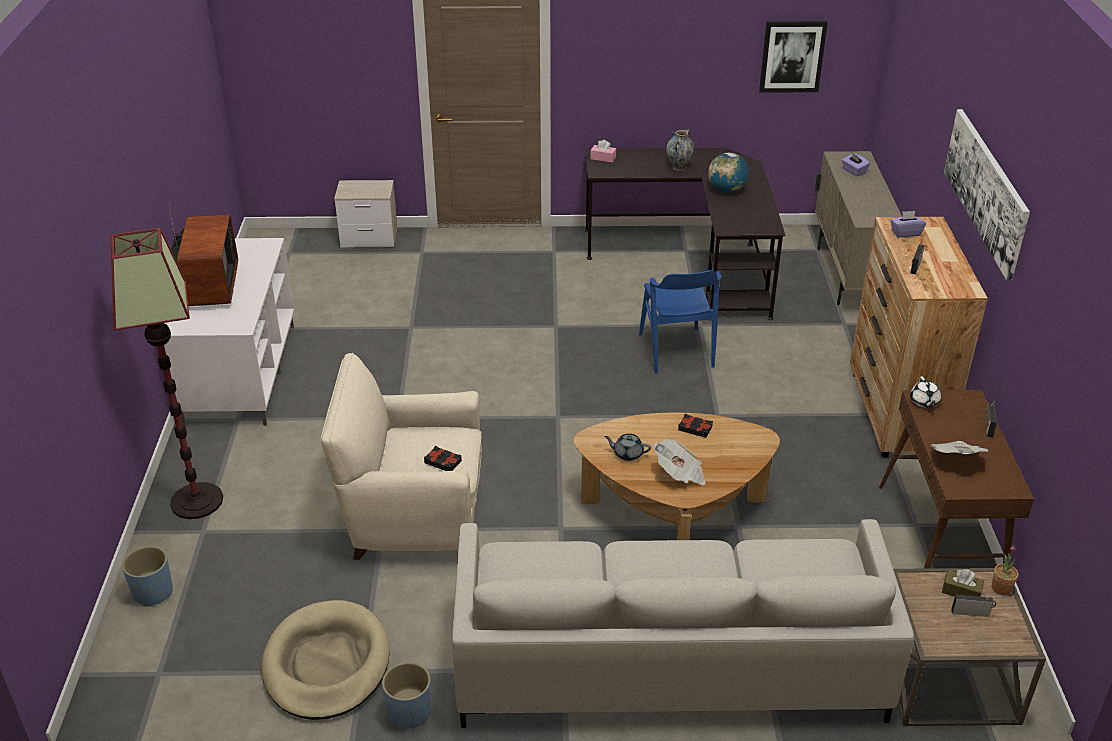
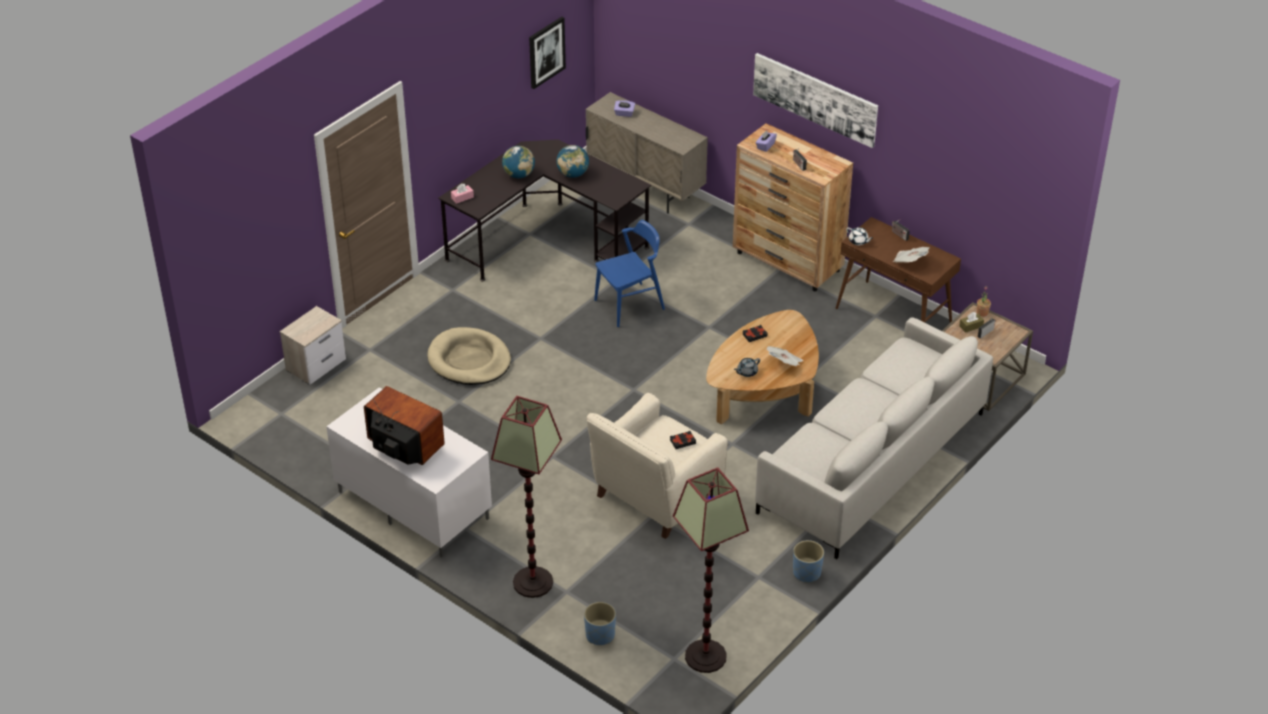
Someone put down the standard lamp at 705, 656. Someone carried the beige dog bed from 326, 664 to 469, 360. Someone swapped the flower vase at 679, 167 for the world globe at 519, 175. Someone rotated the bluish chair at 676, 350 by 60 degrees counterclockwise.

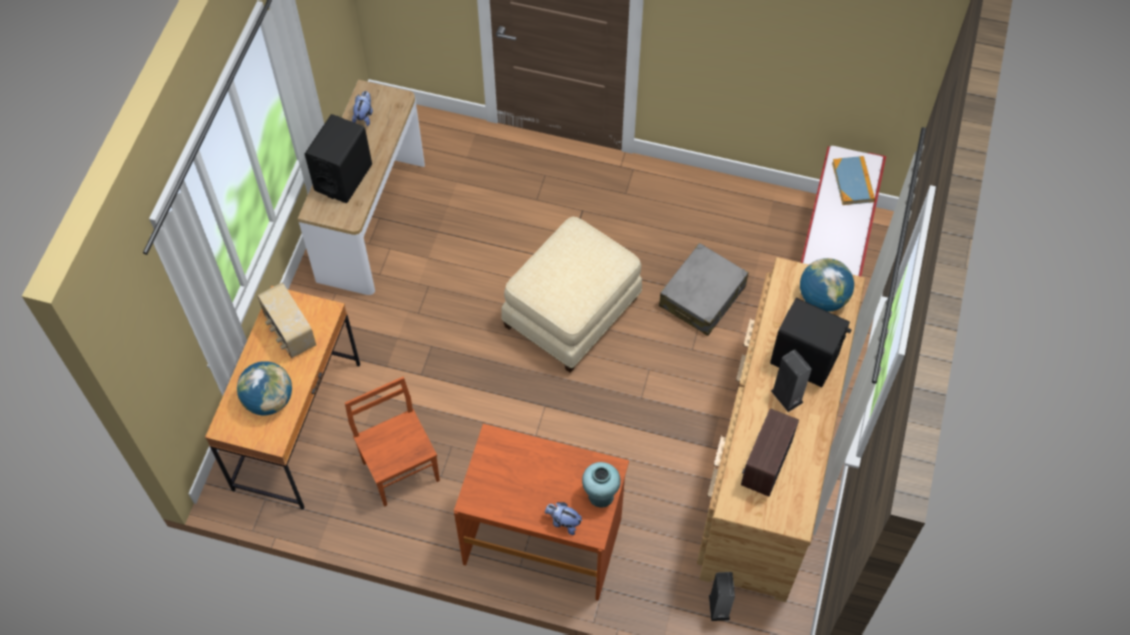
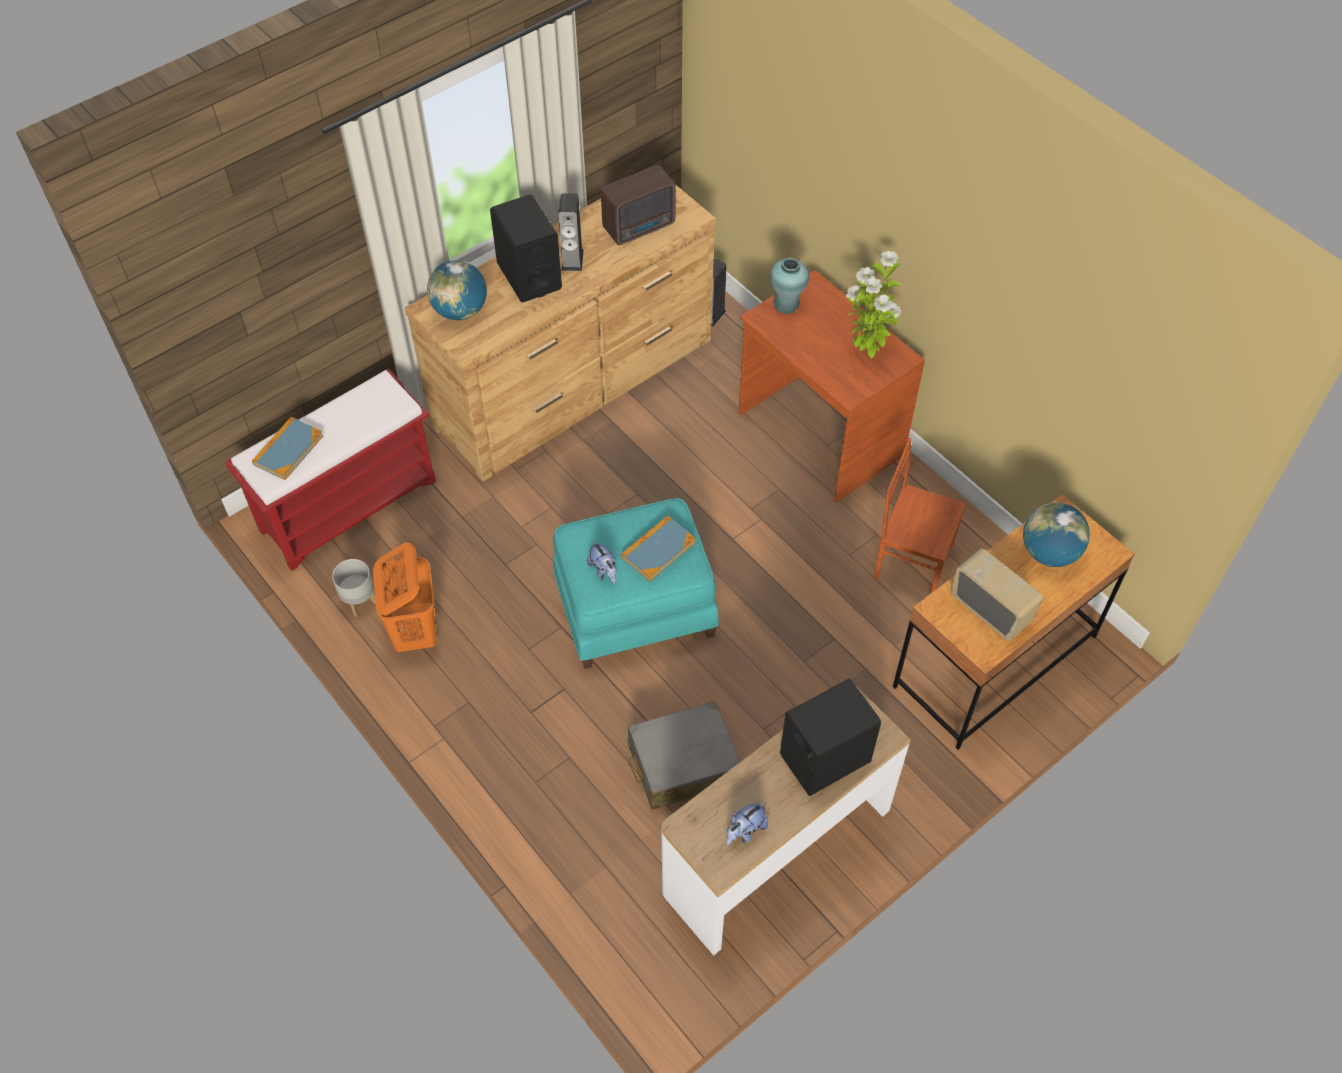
Someone put down the greyish plant pot at 359, 600. Someone put down the orange laundry basket at 415, 631. Someone put down the bound book at 658, 550. Someone put down the potted plant at 867, 351. Someone carried the plush toy from 563, 522 to 604, 571. Someone carried the greyish suitcase from 702, 296 to 683, 763. Someone repainted the beige ottoman at 573, 314, which became the turquoise ottoman at 635, 607. Someone rotated the radio set at 290, 332 by 45 degrees counterclockwise. Someone rotated the brownish chair at 401, 470 by 105 degrees clockwise.

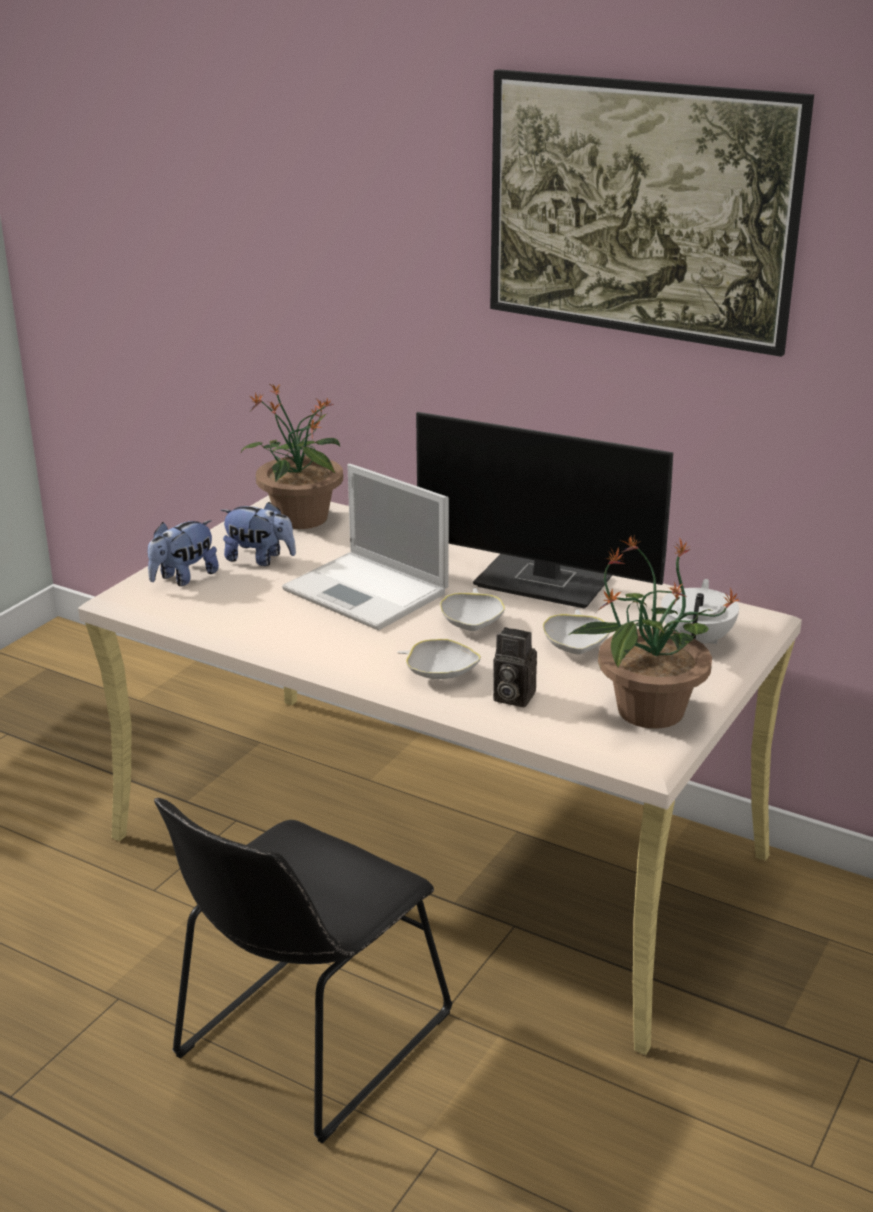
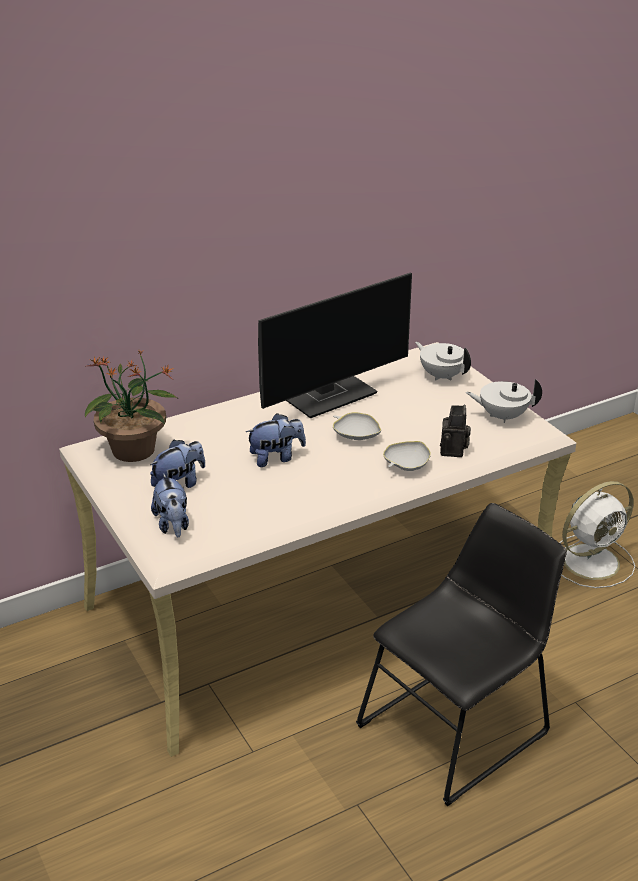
Someone took away the picture at 636, 271. Someone took away the white-coloured bowl at 575, 646. Someone put down the white-coloured electric fan at 593, 561. Someone swapped the notebook computer at 368, 592 for the plush toy at 276, 458. Someone swapped the potted plant at 648, 710 for the white-coloured teapot at 502, 416. Someone rotated the black chair at 306, 1041 by 105 degrees counterclockwise. Someone rotated the photo camera at 511, 697 by 45 degrees counterclockwise.

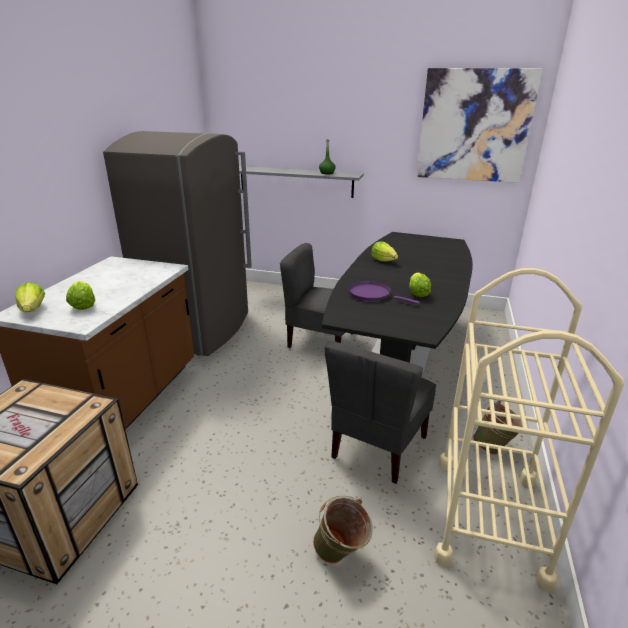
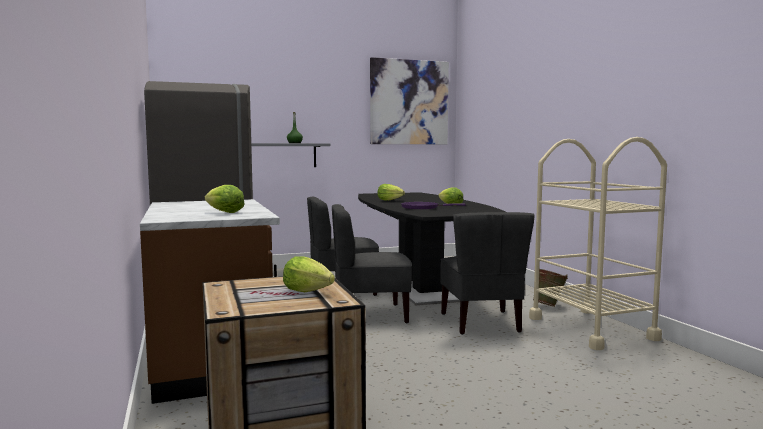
Someone took away the green water bucket at 341, 555. Someone put down the greyish chair at 370, 315. Someone carried the head of lettuce from 33, 310 to 307, 291.

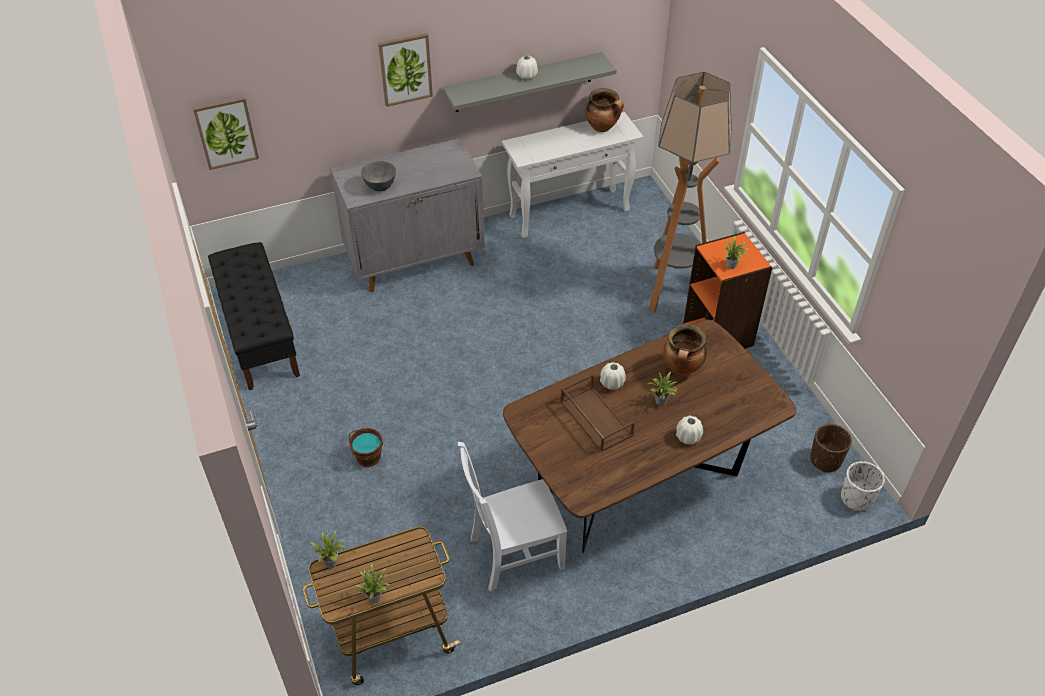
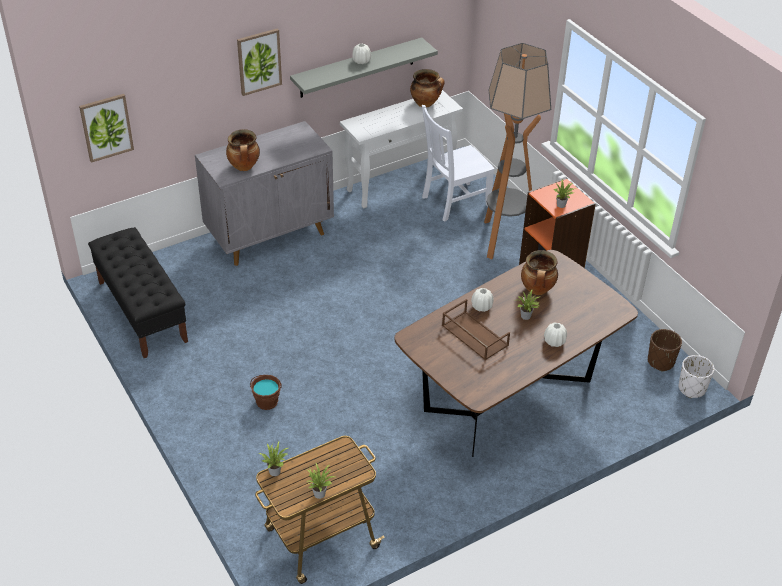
Someone carried the white-coloured chair from 513, 554 to 453, 202. Someone swapped the greyish bowl at 380, 187 for the stockpot at 244, 167.

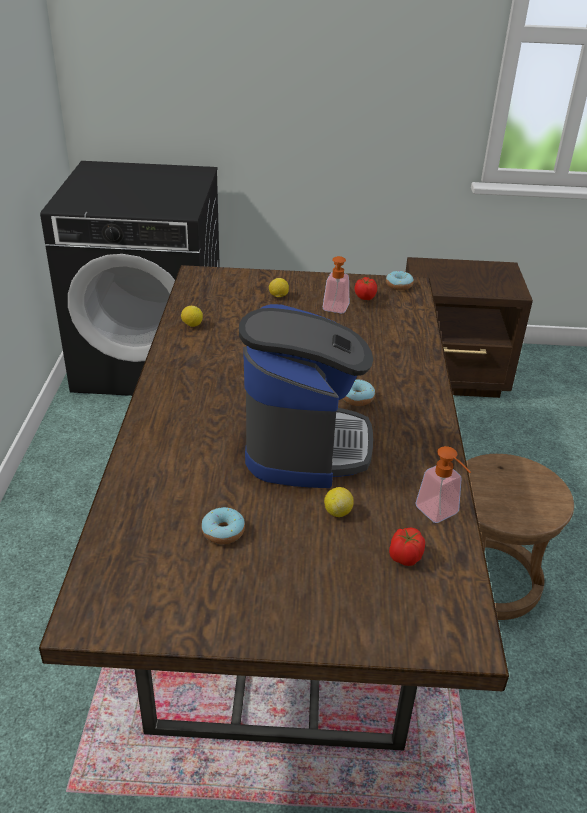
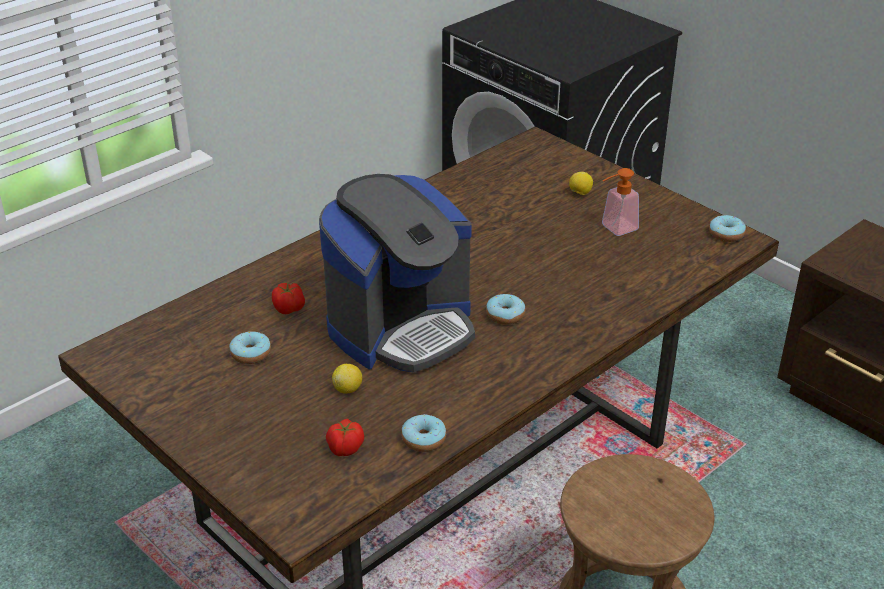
Someone took away the citrus fruit at 192, 325. Someone carried the whole tomato from 365, 297 to 289, 309. Someone swapped the soap dispenser at 441, 514 for the doughnut at 423, 439.

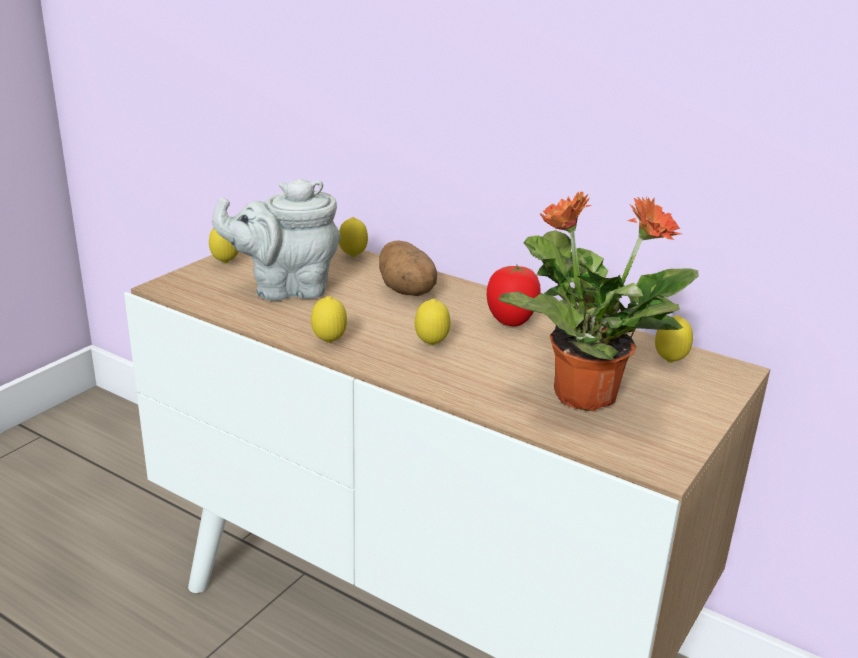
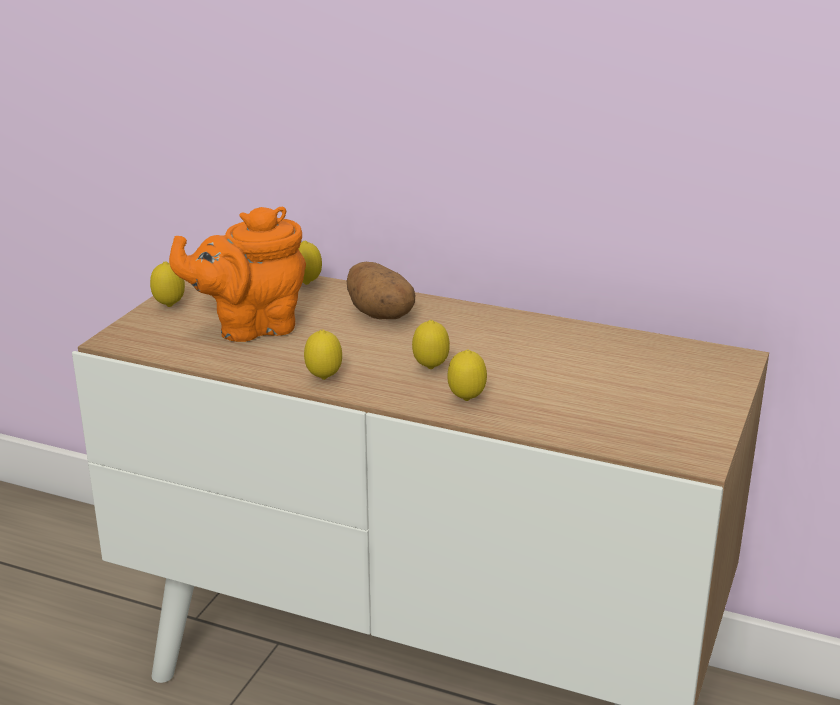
Someone took away the whole tomato at 511, 322. Someone took away the potted plant at 582, 394. Someone carried the citrus fruit from 670, 362 to 466, 400. Someone repainted the greyish teapot at 286, 289, which became the orange teapot at 250, 327.

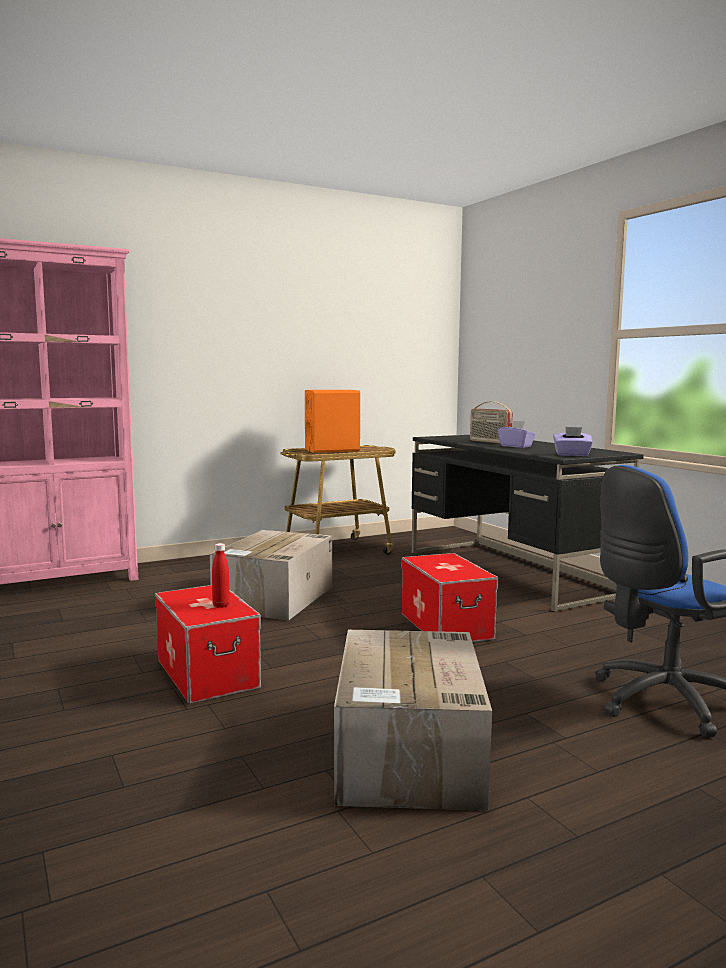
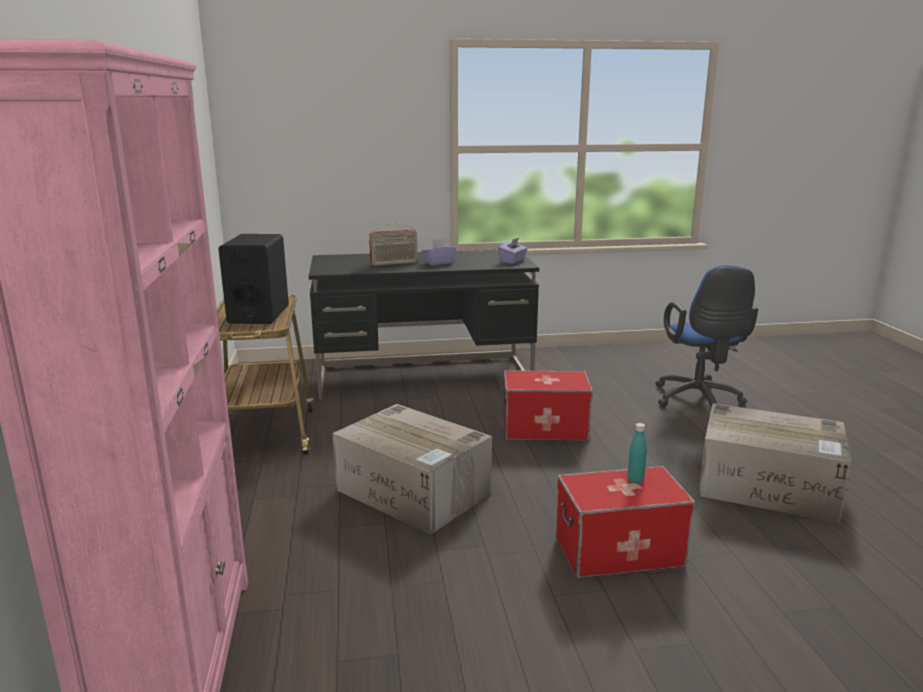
Someone repainted the red-coloured bottle at 221, 605, which became the turquoise bottle at 635, 480. Someone repainted the orange loudspeaker at 332, 450, which became the black loudspeaker at 259, 314.

